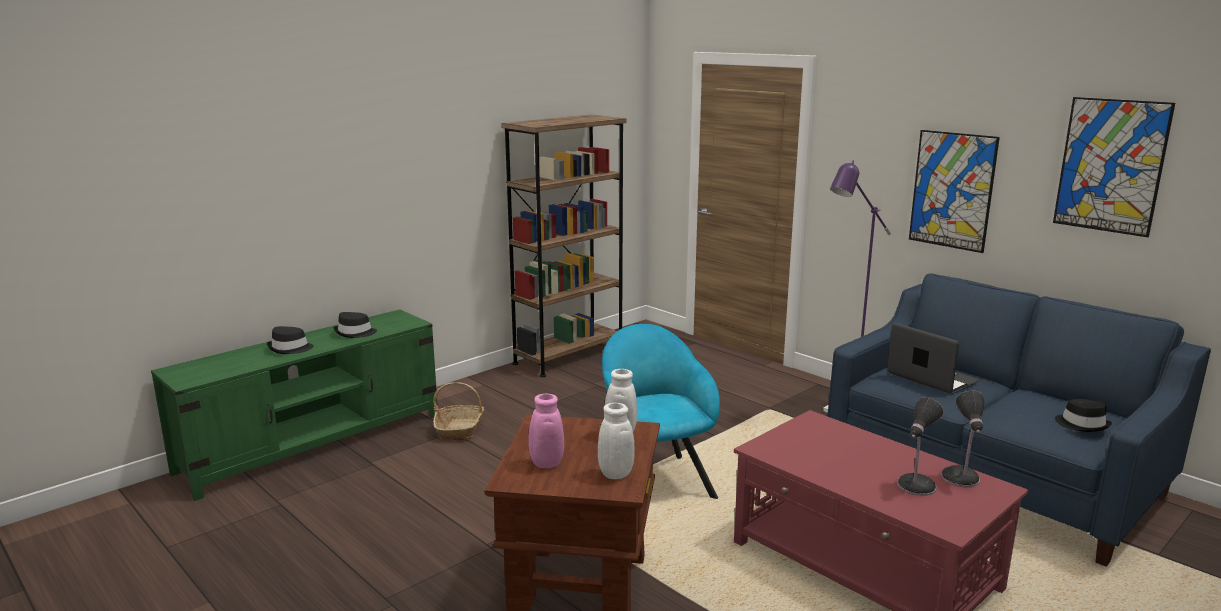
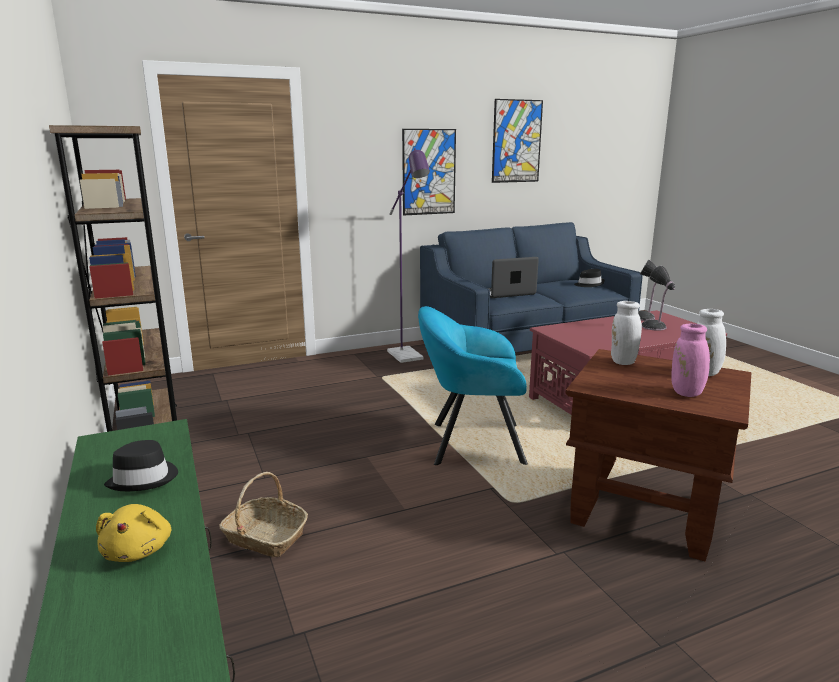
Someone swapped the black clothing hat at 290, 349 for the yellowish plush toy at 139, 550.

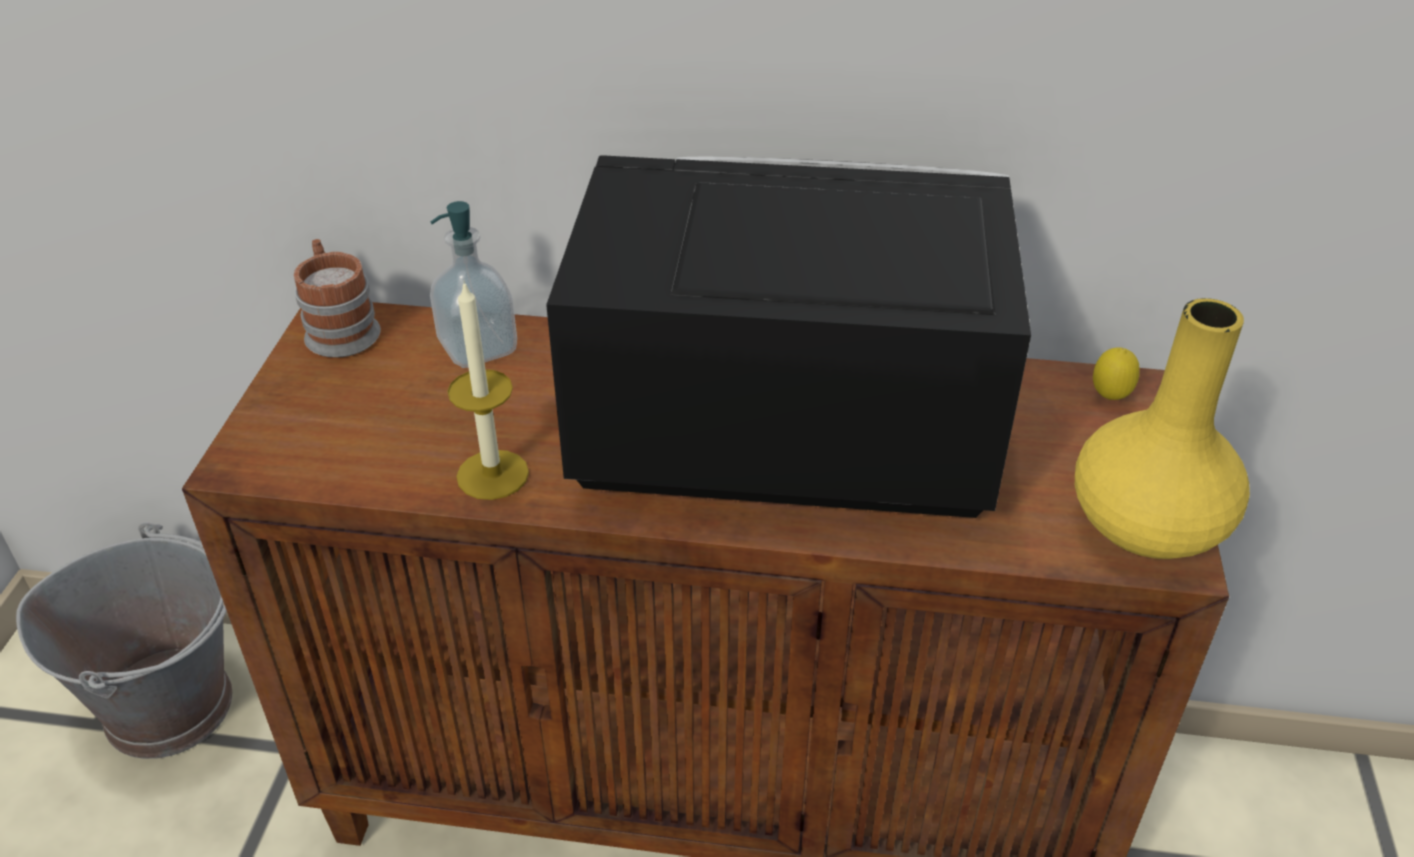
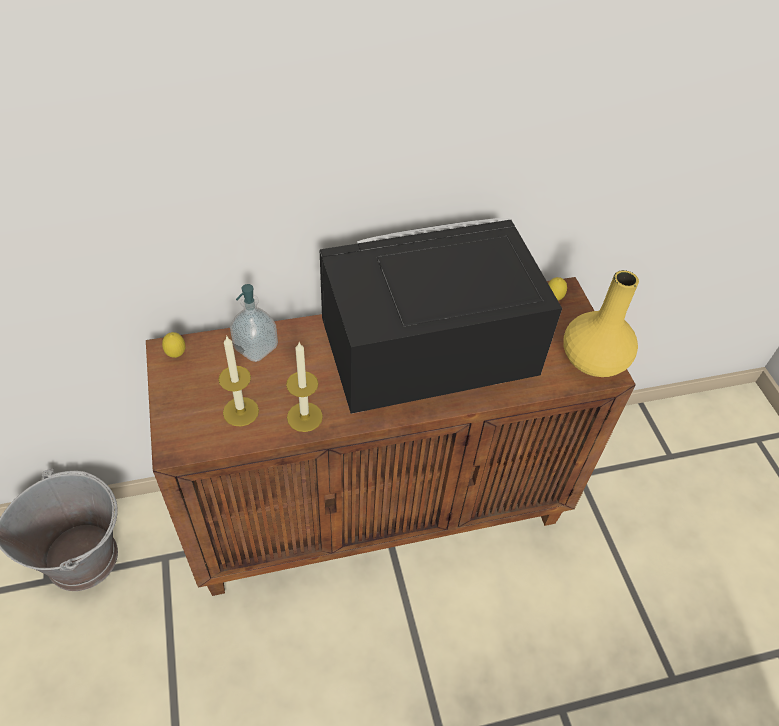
Someone put down the wax light at 241, 411. Someone swapped the mug at 340, 328 for the citrus fruit at 176, 355.

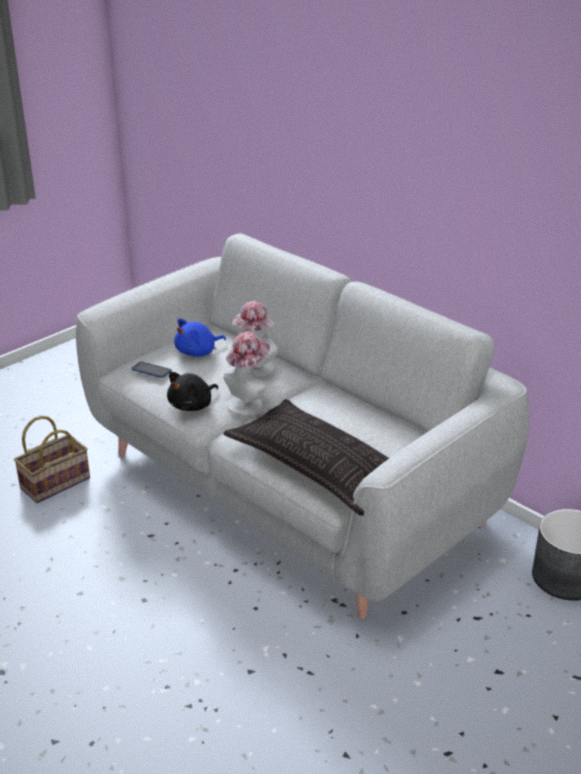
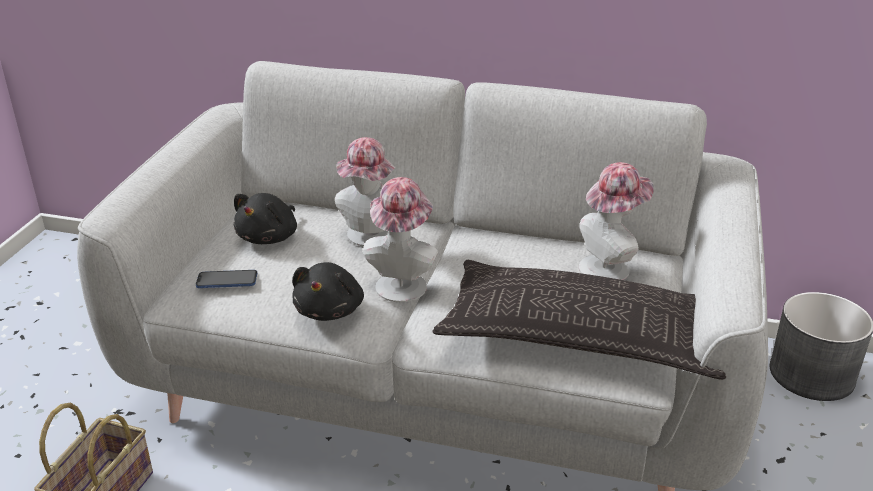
Someone put down the clothing hat at 609, 266. Someone repainted the bluish plush toy at 198, 352, which became the black plush toy at 269, 237.

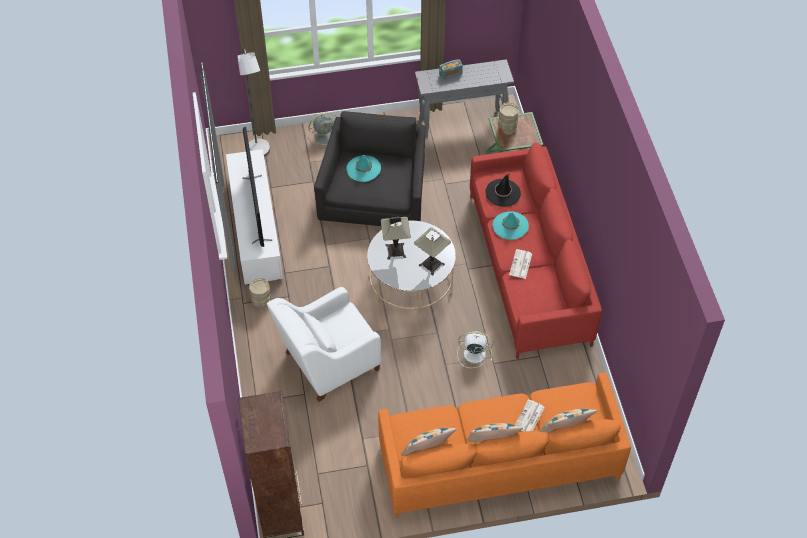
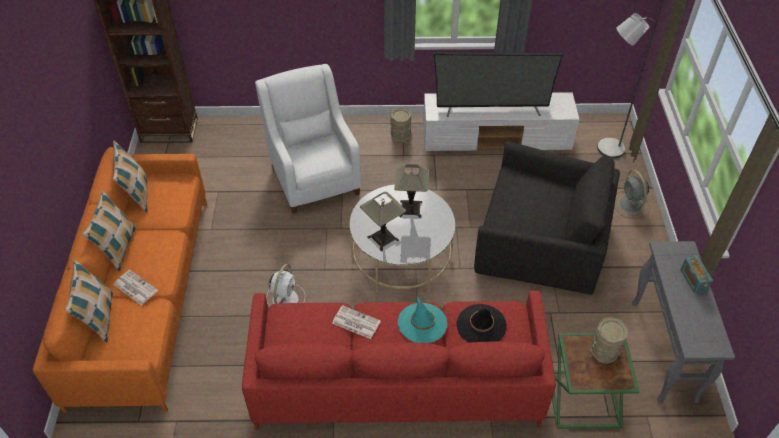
Someone took away the turquoise clothing hat at 363, 169.

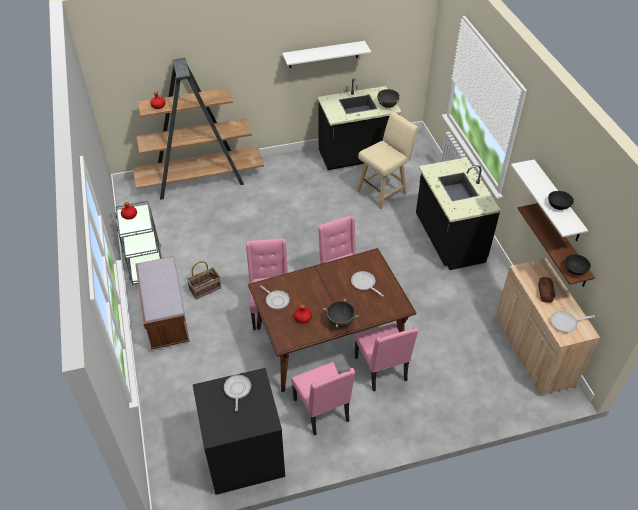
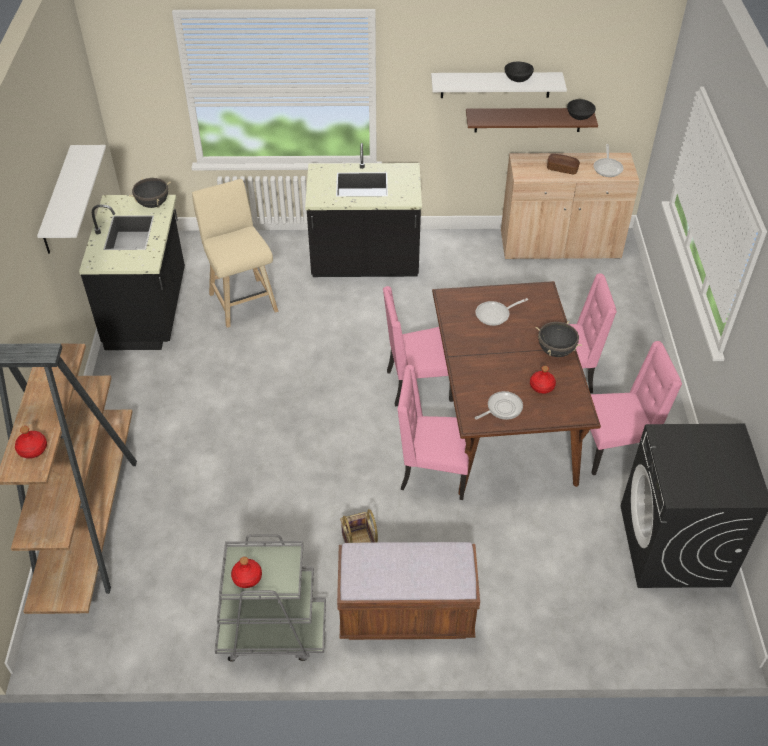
Someone took away the frying pan at 237, 390.

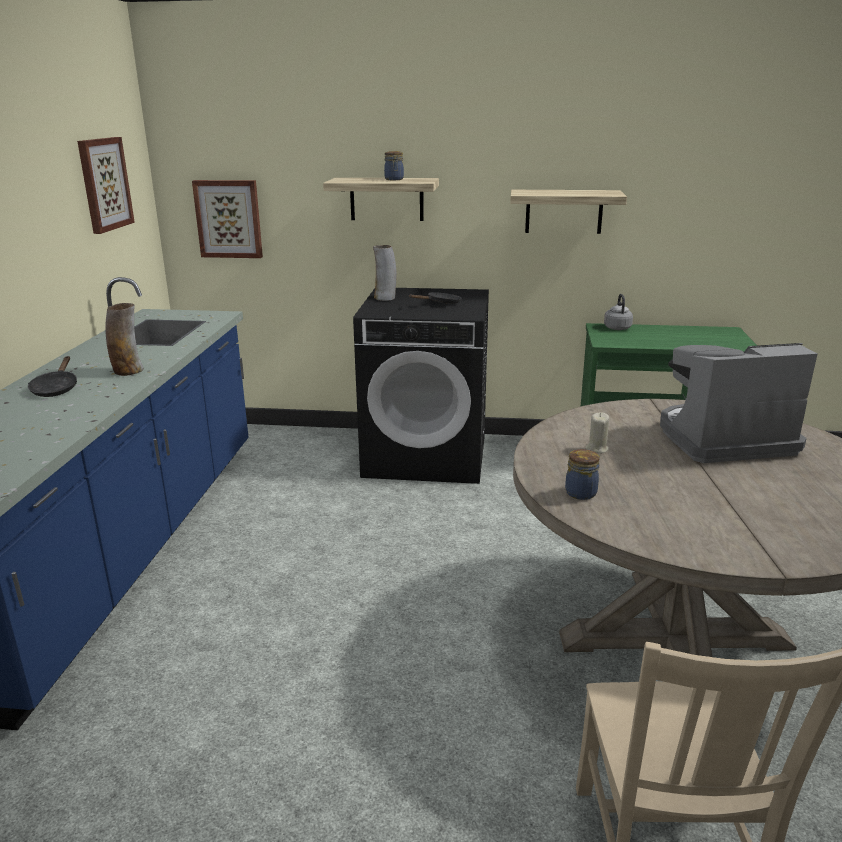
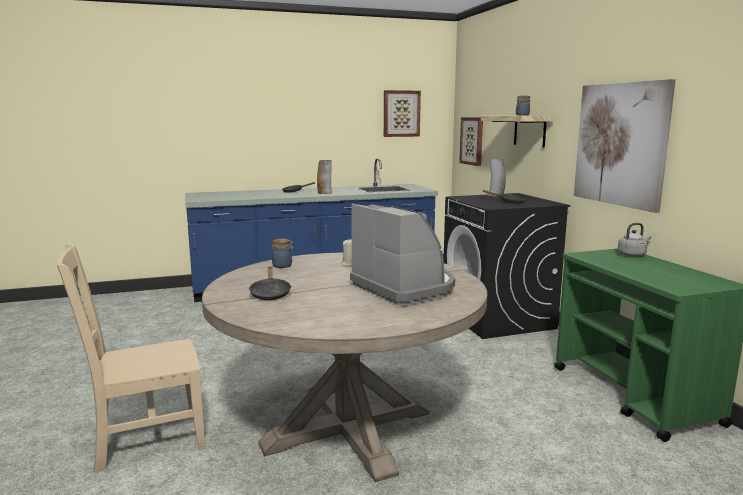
Someone put down the black frying pan at 270, 293. Someone swapped the wall shelf at 564, 211 for the picture at 620, 144.

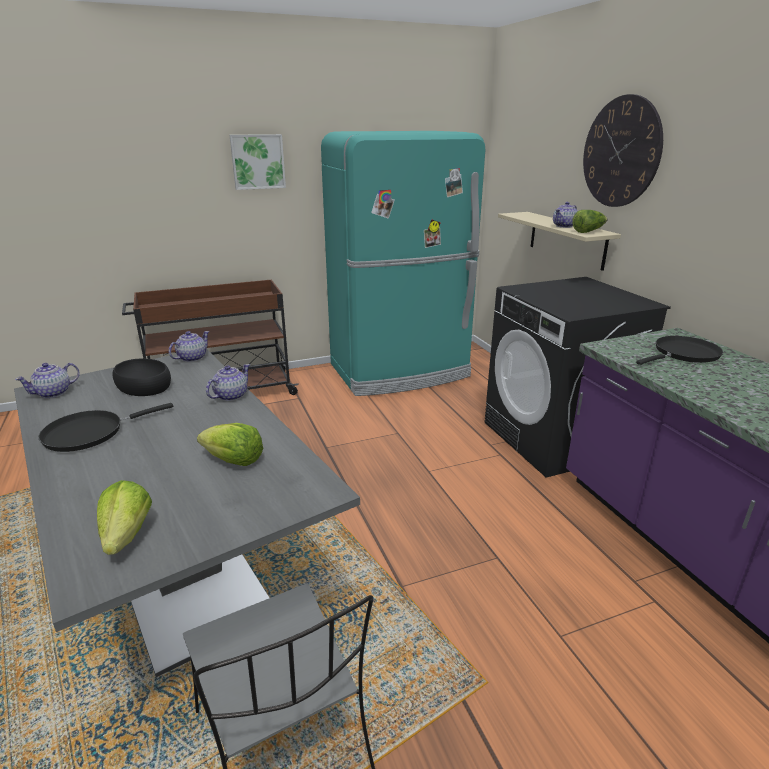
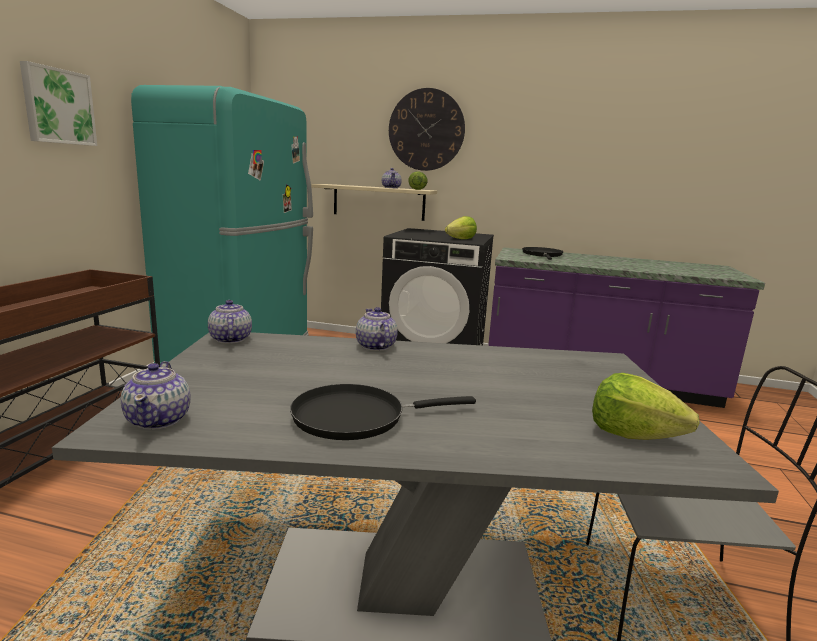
Someone took away the black bowl at 144, 385. Someone carried the head of lettuce from 233, 461 to 461, 239. Someone rotated the black frying pan at 89, 433 by 75 degrees clockwise.

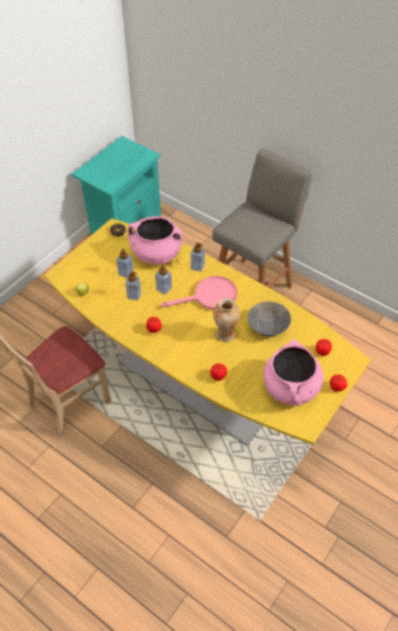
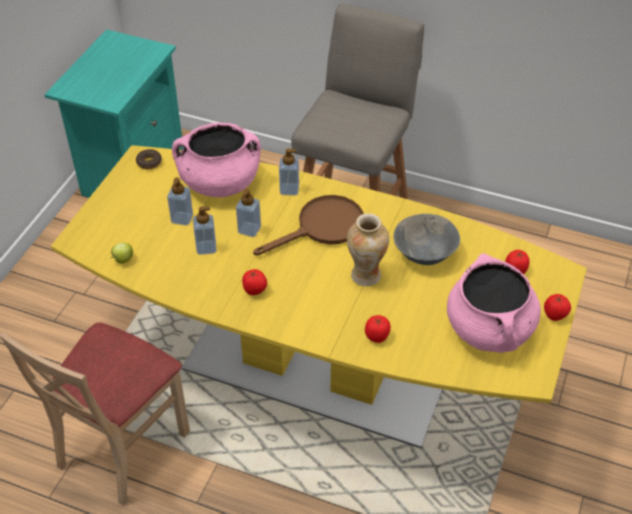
Someone repainted the pink frying pan at 209, 297, which became the brownish frying pan at 322, 228.

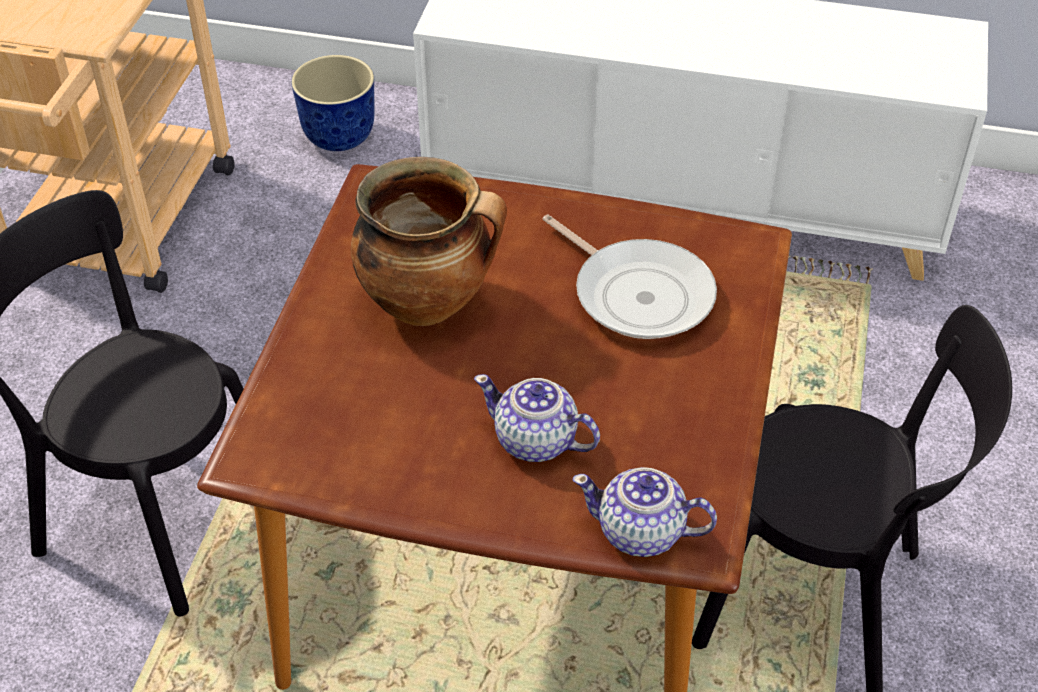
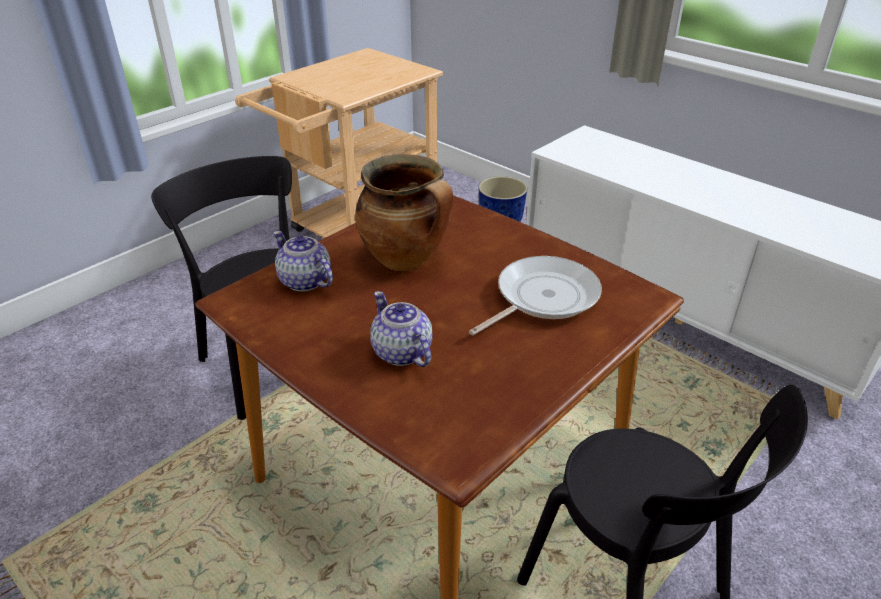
Someone carried the teapot from 641, 533 to 305, 281. Someone rotated the frying pan at 638, 293 by 120 degrees counterclockwise.

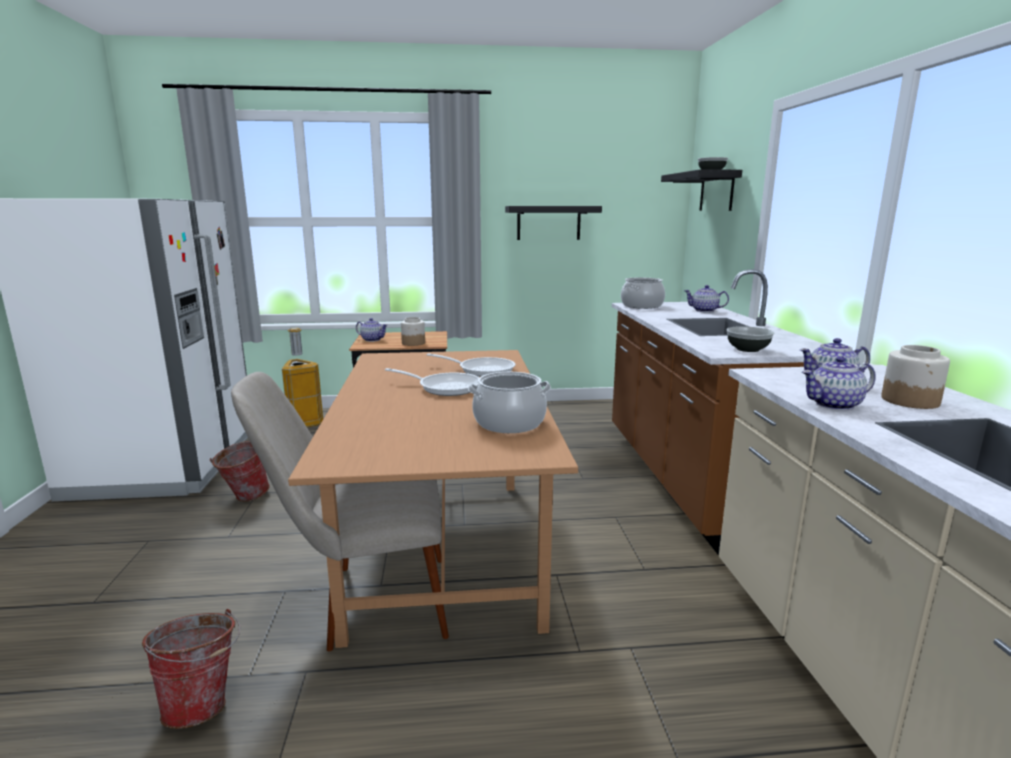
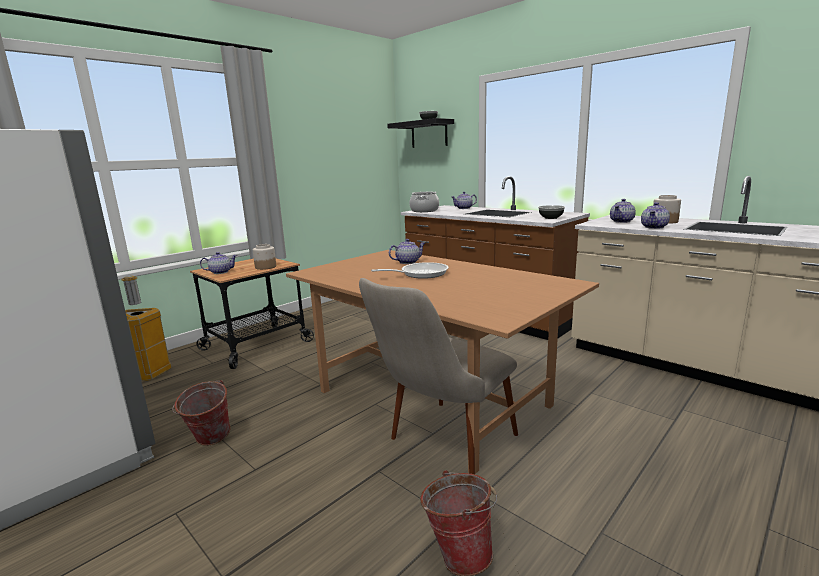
Someone took away the stockpot at 509, 423. Someone took away the black wall shelf at 548, 223. Someone swapped the frying pan at 482, 370 for the teapot at 408, 262.

